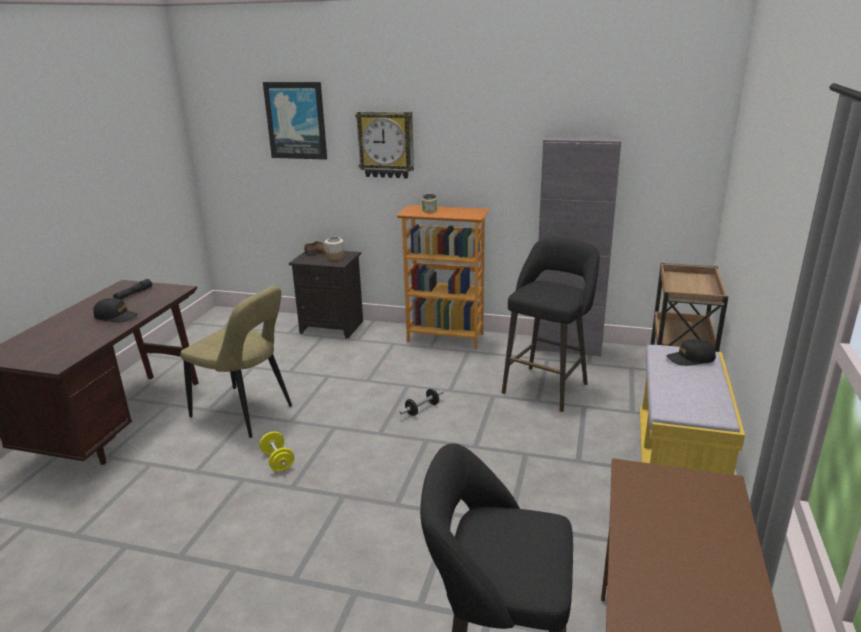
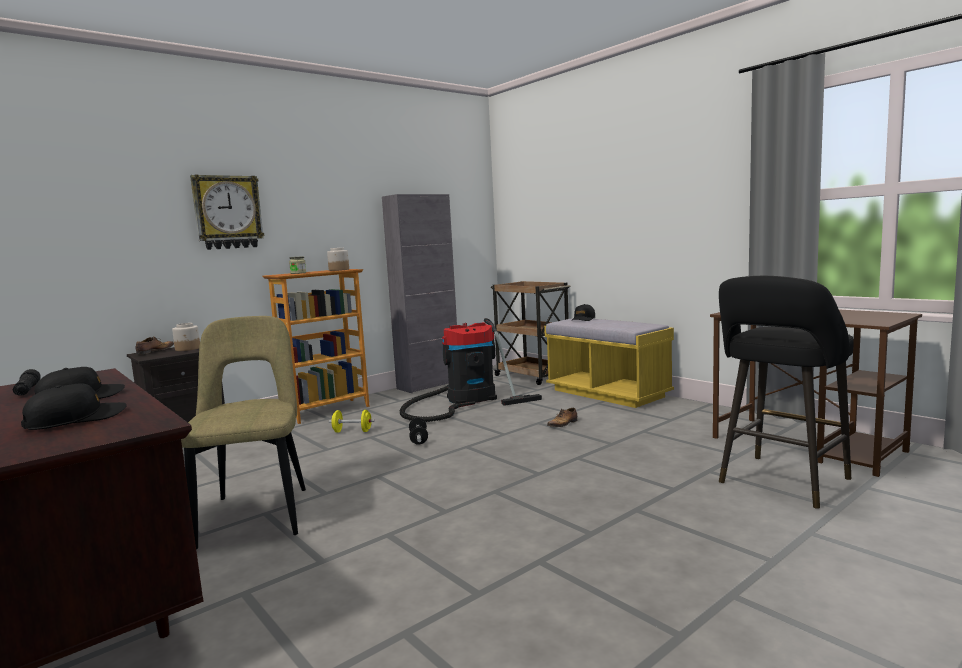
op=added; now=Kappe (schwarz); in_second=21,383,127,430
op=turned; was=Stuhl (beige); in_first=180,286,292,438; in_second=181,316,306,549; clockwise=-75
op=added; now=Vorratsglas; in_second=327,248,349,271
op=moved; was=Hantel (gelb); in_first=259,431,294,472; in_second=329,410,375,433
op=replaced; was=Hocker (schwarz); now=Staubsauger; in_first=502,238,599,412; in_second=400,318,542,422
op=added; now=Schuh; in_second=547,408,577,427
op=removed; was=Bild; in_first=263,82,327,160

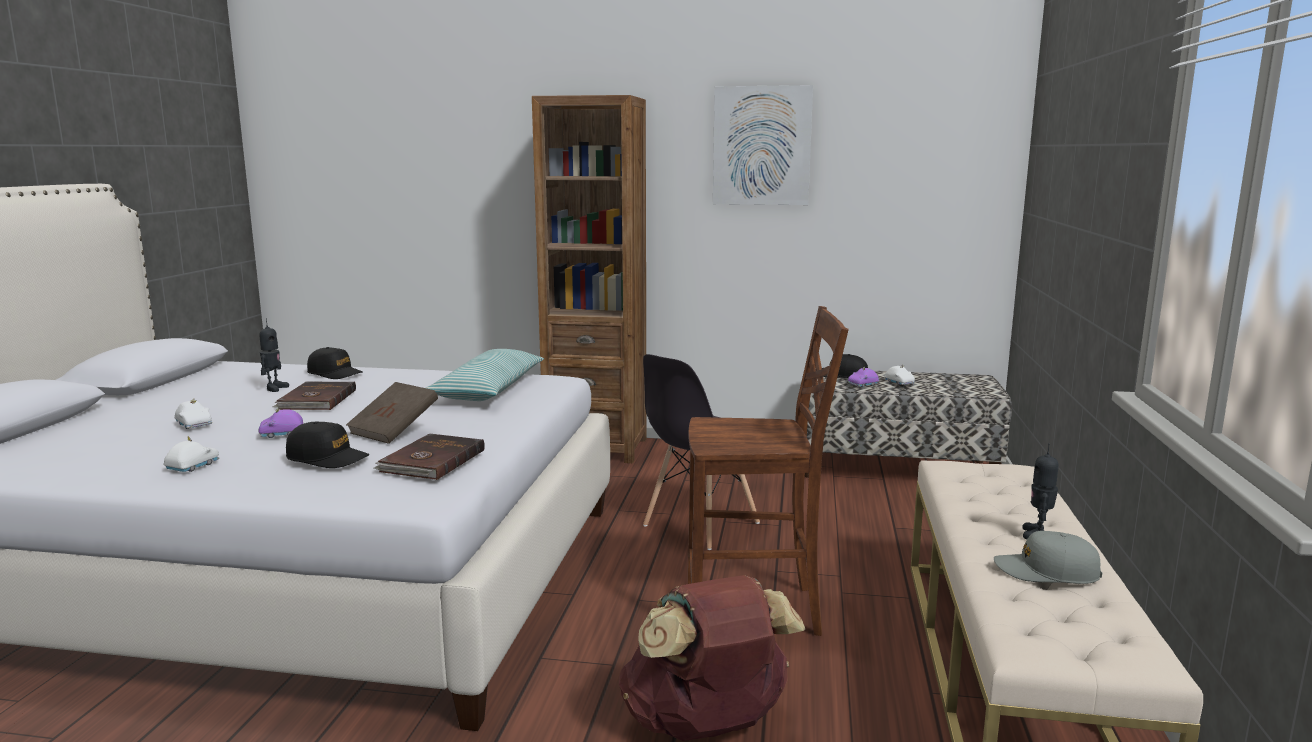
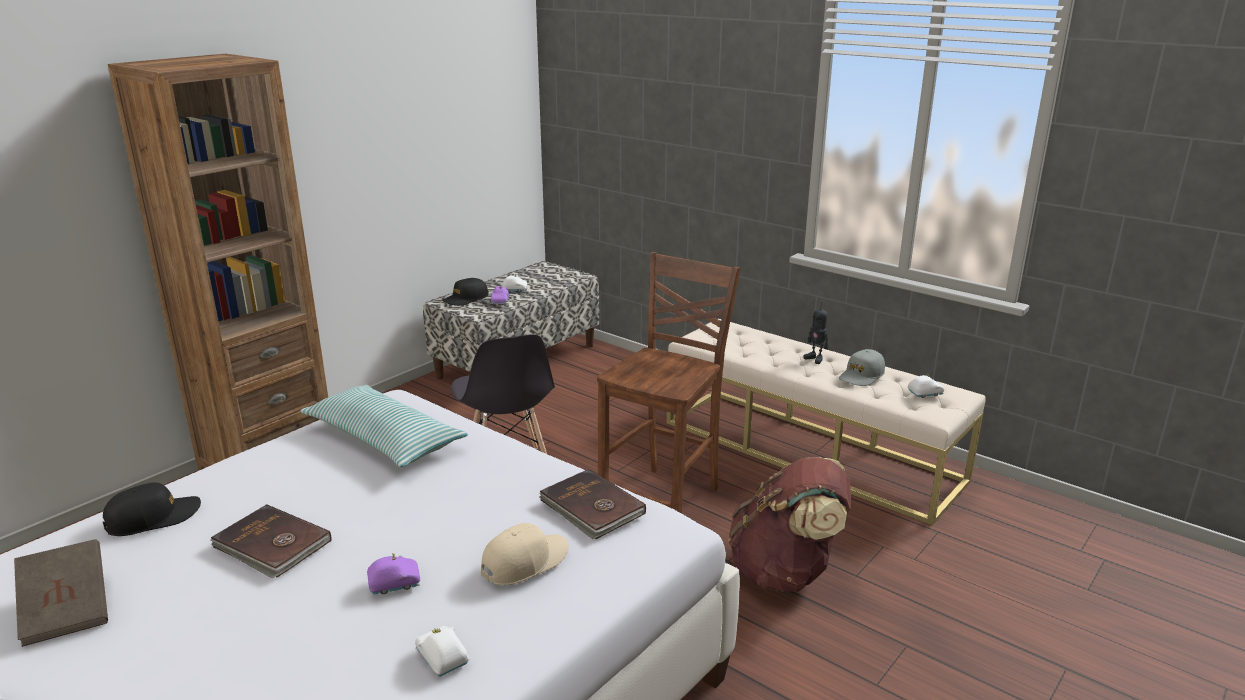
op=moved; was=Buch (braun); in_first=346,382,438,444; in_second=14,539,108,647
op=turned; was=Spielzeugauto (lila); in_first=258,408,303,438; in_second=367,553,420,594; clockwise=-120
op=recoloured; was=Kappe (schwarz); now=Kappe (beige); in_first=286,421,369,468; in_second=481,523,569,585
op=moved; was=Spielzeugauto (weiß); in_first=174,400,212,429; in_second=907,374,944,398
op=removed; was=Spielzeugroboter; in_first=259,318,289,392
op=removed; was=Bild; in_first=713,85,813,205

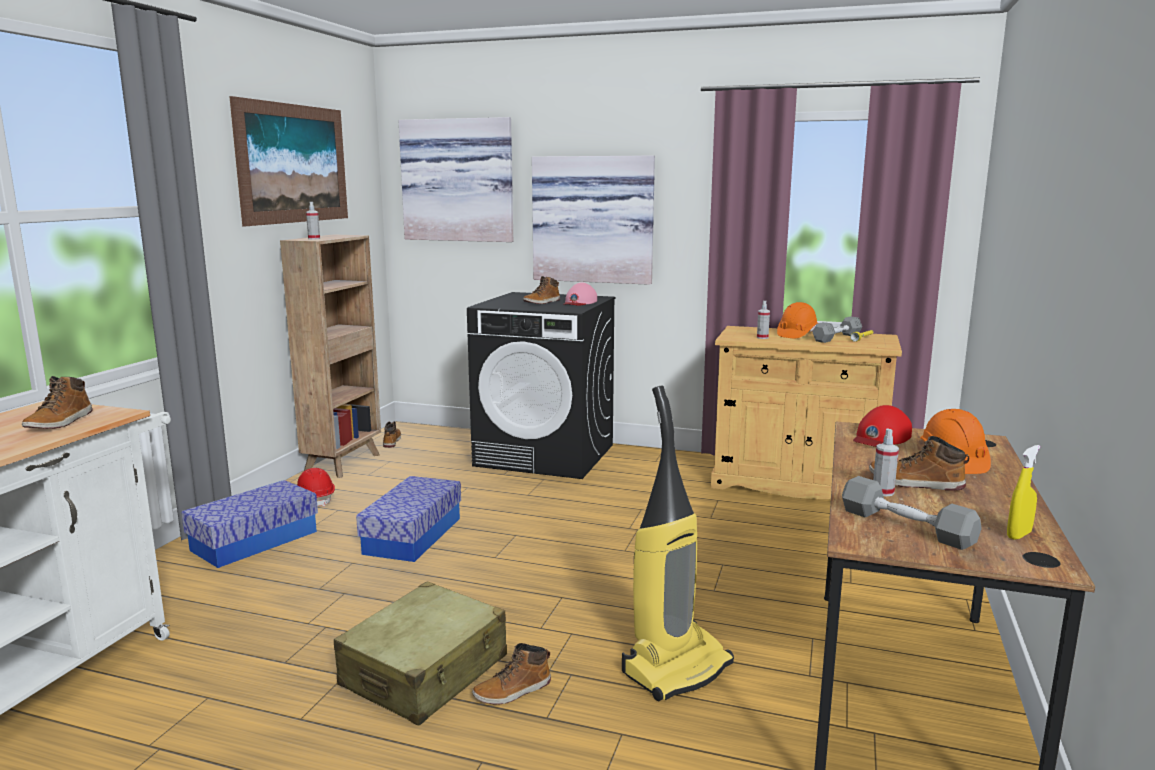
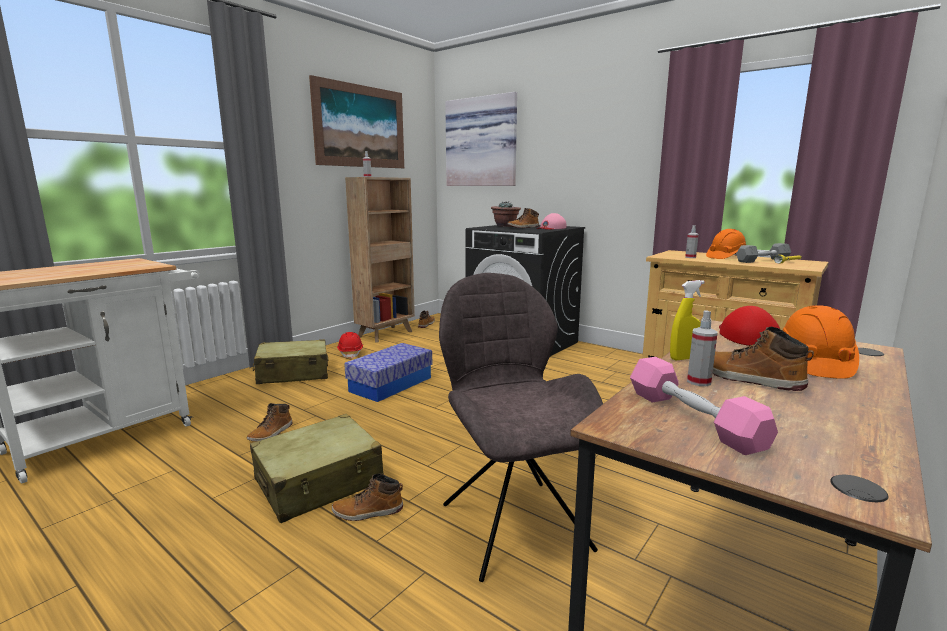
op=moved; was=Stiefel; in_first=22,376,93,429; in_second=247,403,293,442
op=replaced; was=Aufbewahrungsbox; now=Koffer (beige); in_first=181,480,318,568; in_second=253,339,328,384
op=replaced; was=Staubsauger; now=Stuhl (grau); in_first=622,385,734,701; in_second=439,273,603,582
op=added; now=Topfpflanze; in_second=491,202,521,227
op=recoloured; was=Hantel (grau); now=Hantel (rosa); in_first=842,476,982,550; in_second=630,357,778,455
op=moved; was=Sprühflasche (gelb); in_first=1007,445,1040,540; in_second=670,280,705,360
op=turned; was=Kappe (rot); in_first=853,405,912,447; in_second=719,306,780,346; clockwise=120
op=removed; was=Bild; in_first=532,156,655,285

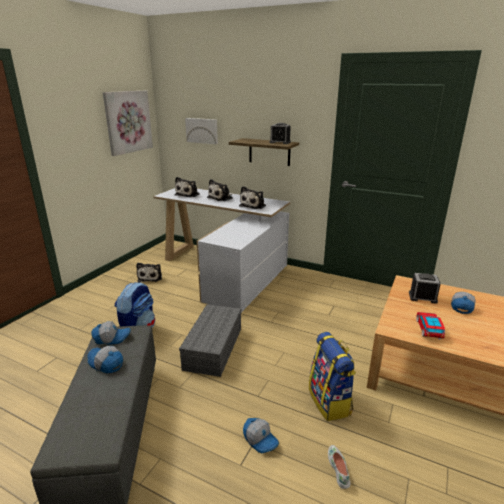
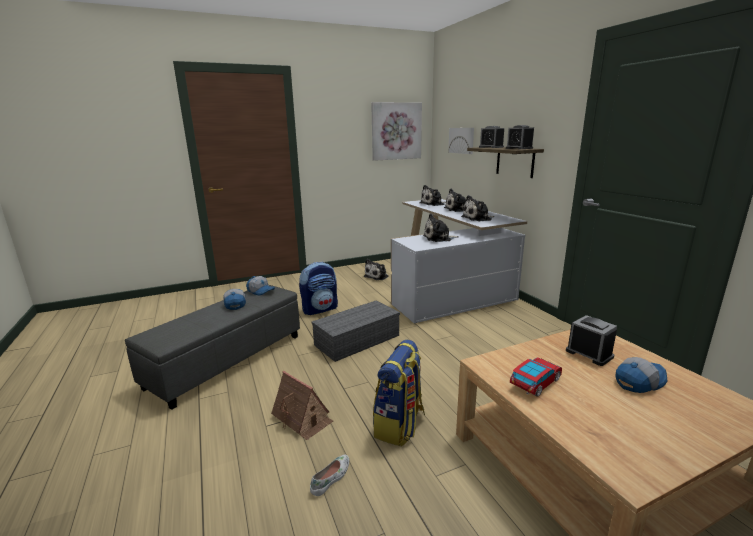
op=replaced; was=Kappe; now=Spielzeughaus; in_first=243,418,279,453; in_second=271,371,333,440
op=added; now=Plüschtier; in_second=423,214,459,242
op=added; now=Wecker; in_second=479,126,504,148

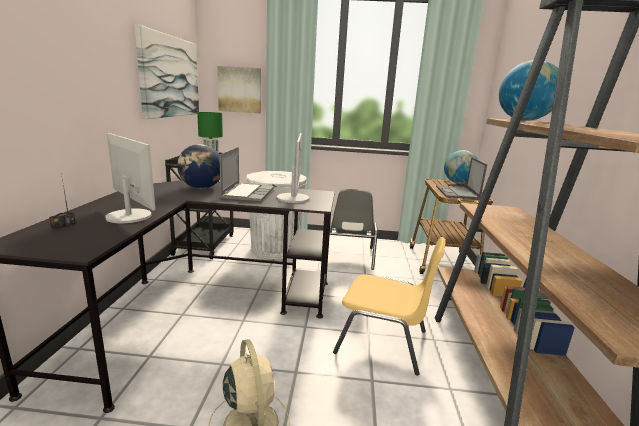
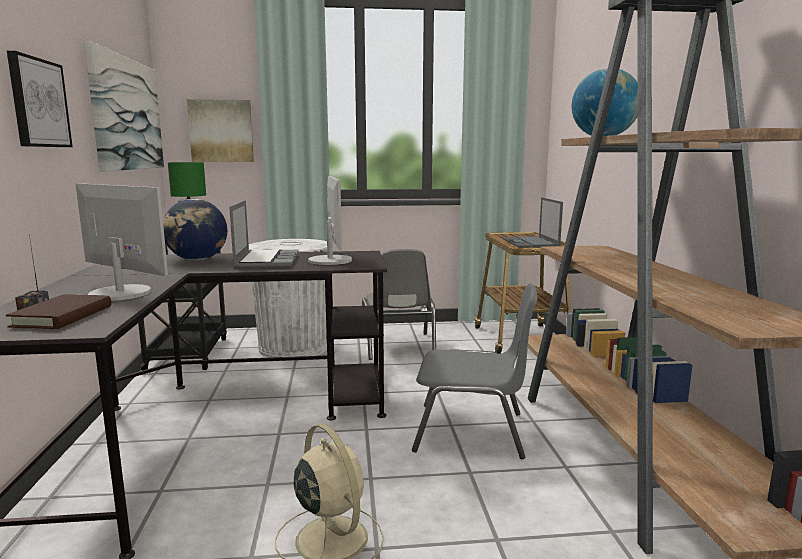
op=added; now=Buch (braun); in_second=6,294,112,329
op=added; now=Bild; in_second=7,51,73,147
op=recoloured; was=Stuhl (gelb); now=Stuhl (grau); in_first=333,237,446,376; in_second=412,283,537,459
op=removed; was=Globus; in_first=444,150,478,184

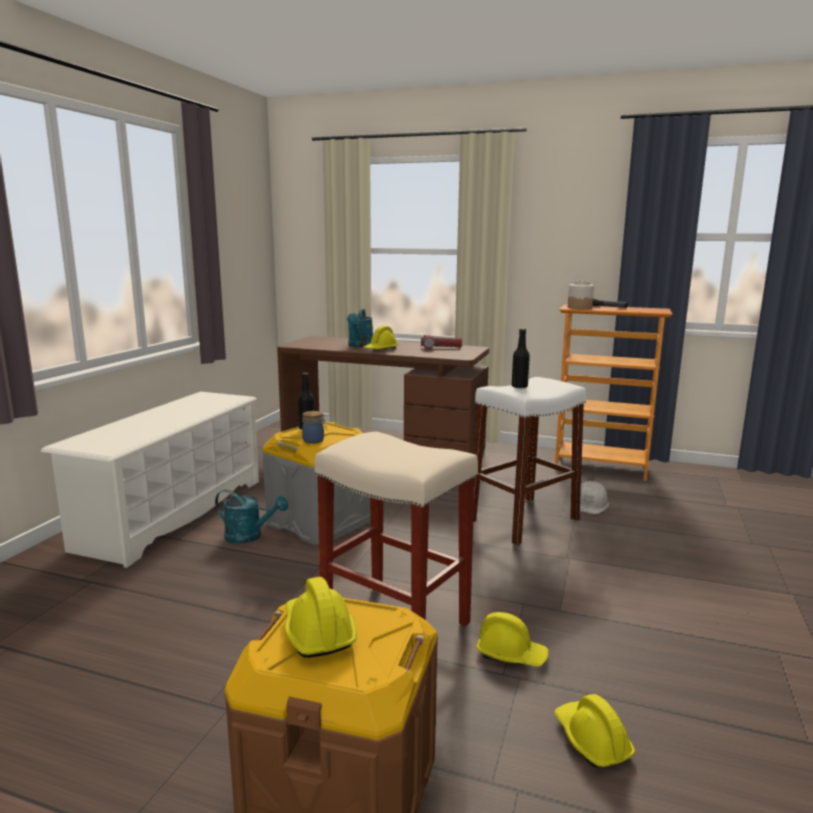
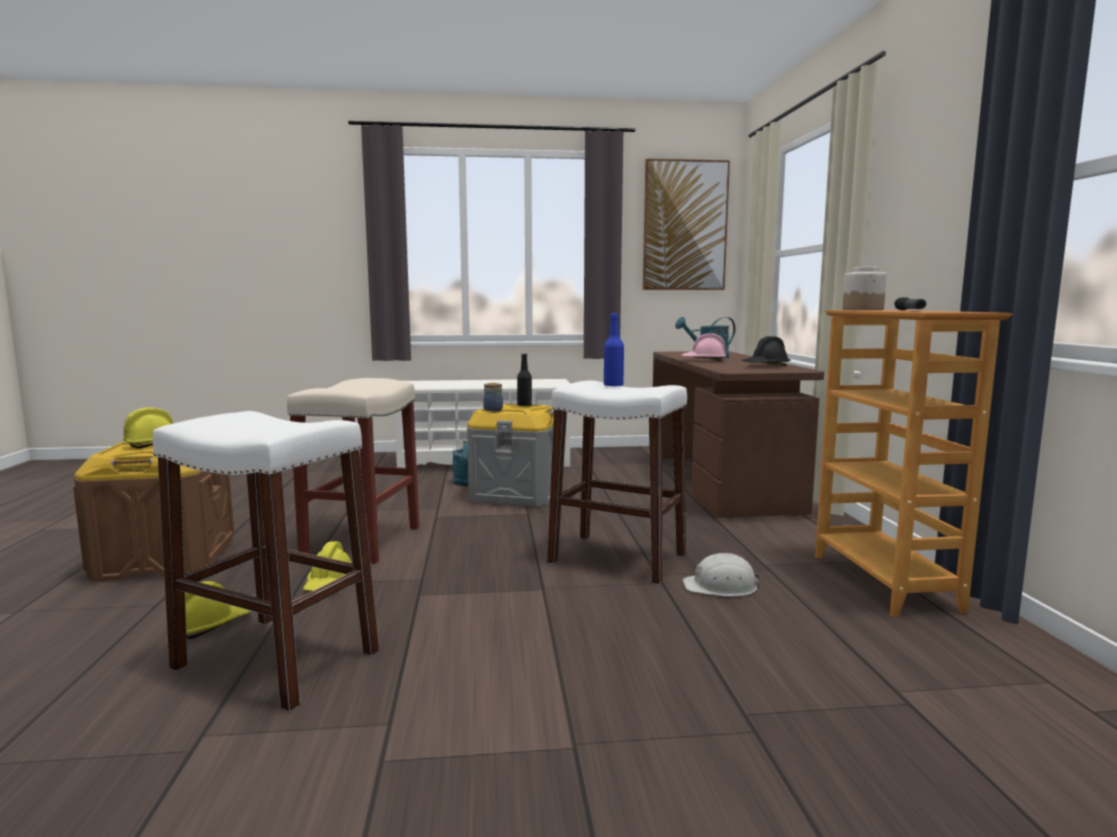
op=added; now=Hocker (weiß); in_second=153,411,379,712
op=recoloured; was=Flasche (schwarz); now=Flasche (blau); in_first=512,328,530,388; in_second=604,313,624,386
op=added; now=Bild; in_second=643,159,730,290
op=recoloured; was=Schutzhelm (gelb); now=Schutzhelm (rosa); in_first=363,326,399,349; in_second=681,333,726,361
op=replaced; was=Taschenlampe; now=Schutzhelm (schwarz); in_first=421,335,462,348; in_second=741,336,790,366

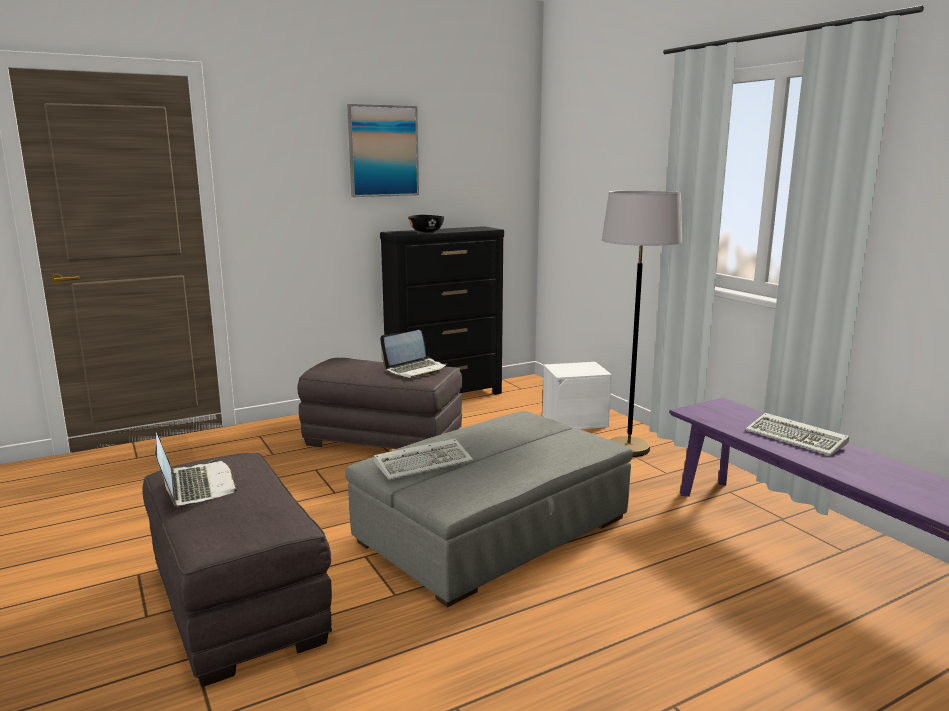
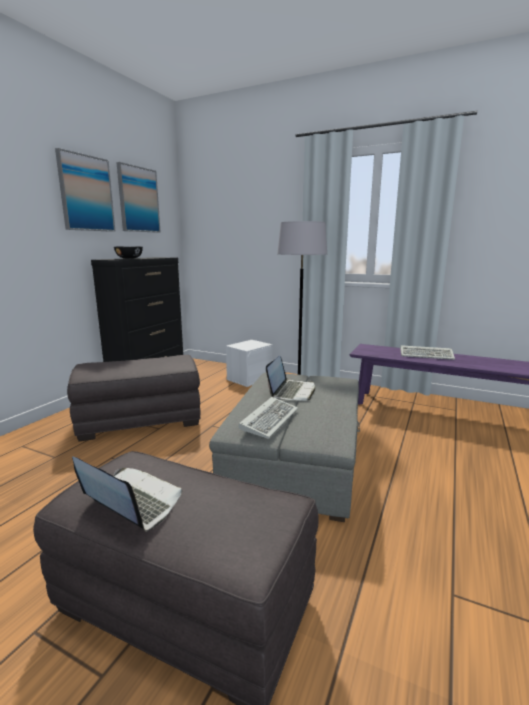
op=added; now=Bild; in_second=116,162,161,233
op=moved; was=Laptop; in_first=380,330,447,378; in_second=266,356,315,401

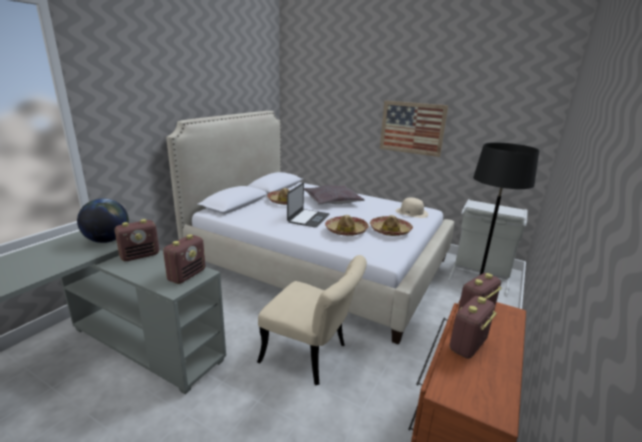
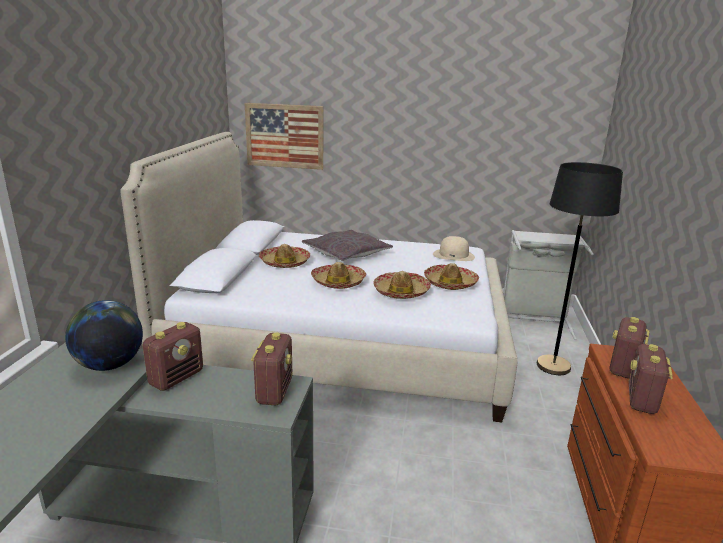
op=moved; was=Bild; in_first=380,101,448,157; in_second=245,103,324,170
op=replaced; was=Laptop; now=Hut; in_first=287,182,329,227; in_second=311,262,367,289
op=removed; was=Stuhl (beige); in_first=257,255,367,385

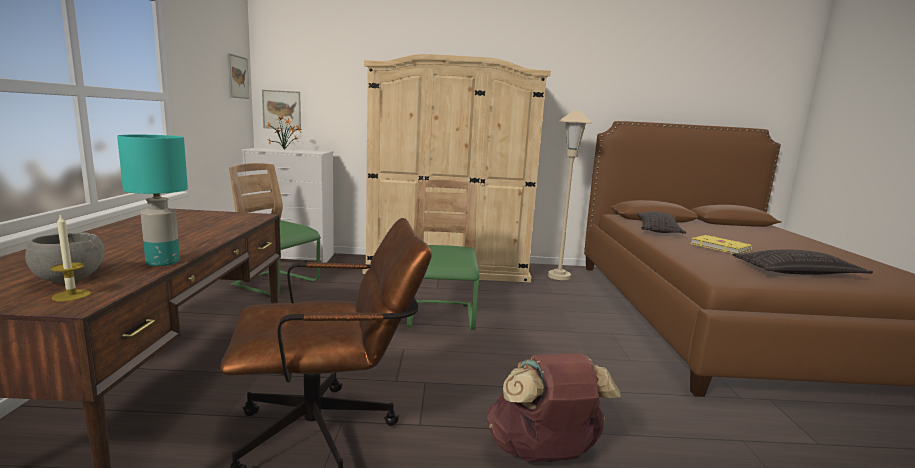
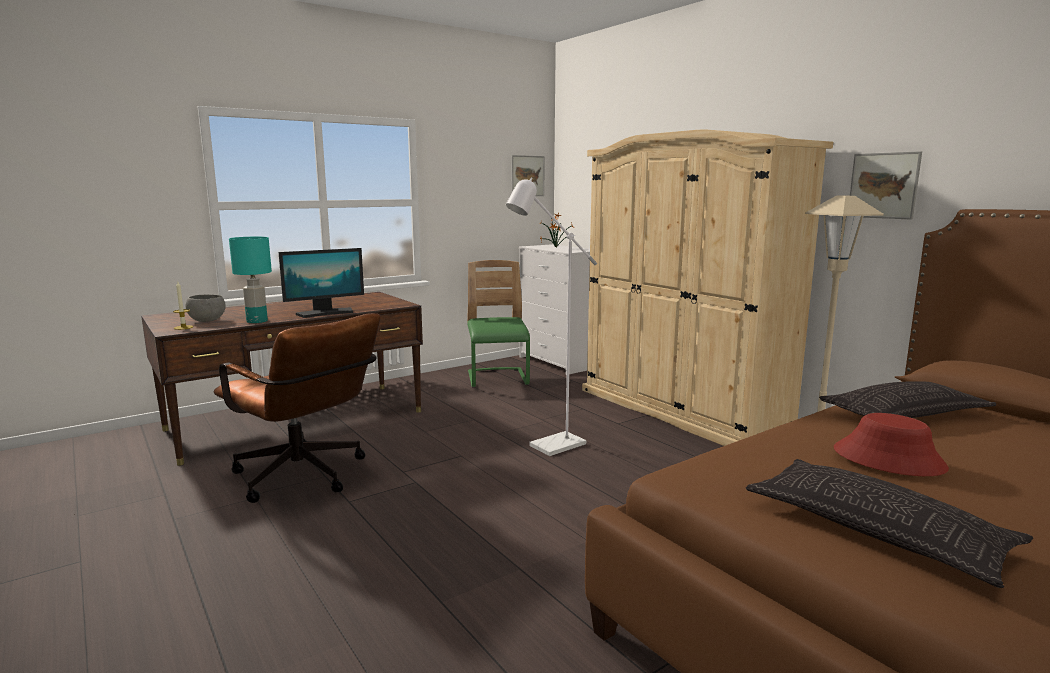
op=added; now=Monitor; in_second=279,248,364,318
op=replaced; was=Stuhl (grün); now=Stehlampe (weiß); in_first=407,179,479,330; in_second=506,177,597,456
op=replaced; was=Buch (gelb); now=Hut (rot); in_first=690,235,752,254; in_second=834,413,949,476
op=moved; was=Bild; in_first=262,90,301,130; in_second=850,151,922,220
op=removed; was=Rucksack (braun); in_first=487,353,621,462

